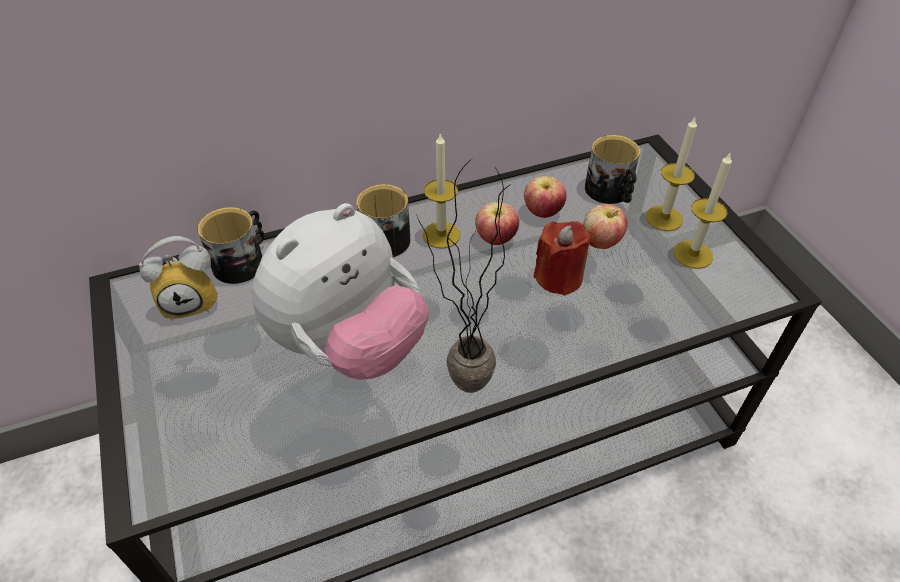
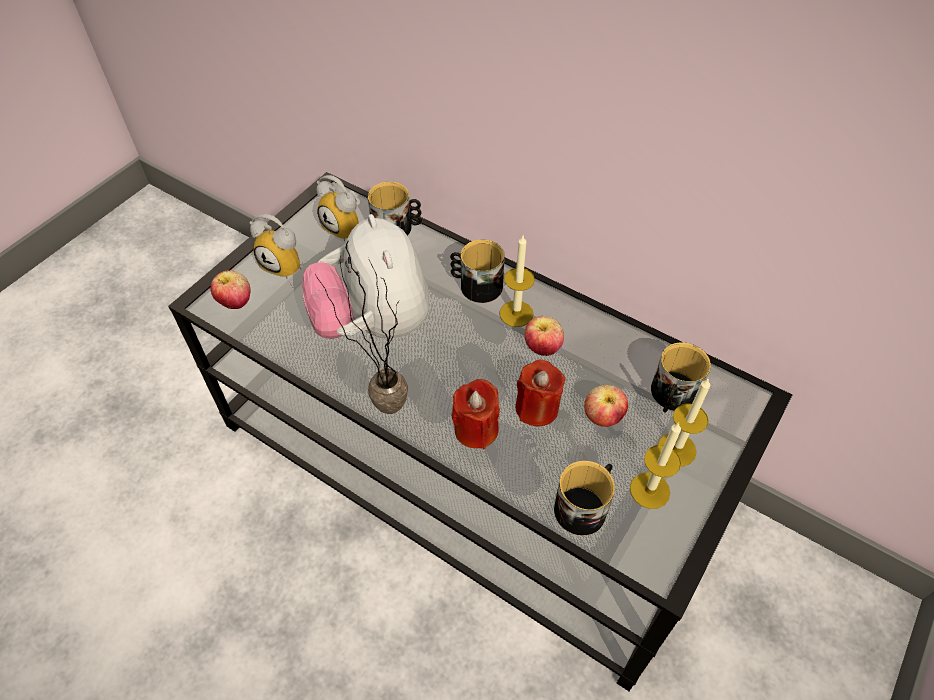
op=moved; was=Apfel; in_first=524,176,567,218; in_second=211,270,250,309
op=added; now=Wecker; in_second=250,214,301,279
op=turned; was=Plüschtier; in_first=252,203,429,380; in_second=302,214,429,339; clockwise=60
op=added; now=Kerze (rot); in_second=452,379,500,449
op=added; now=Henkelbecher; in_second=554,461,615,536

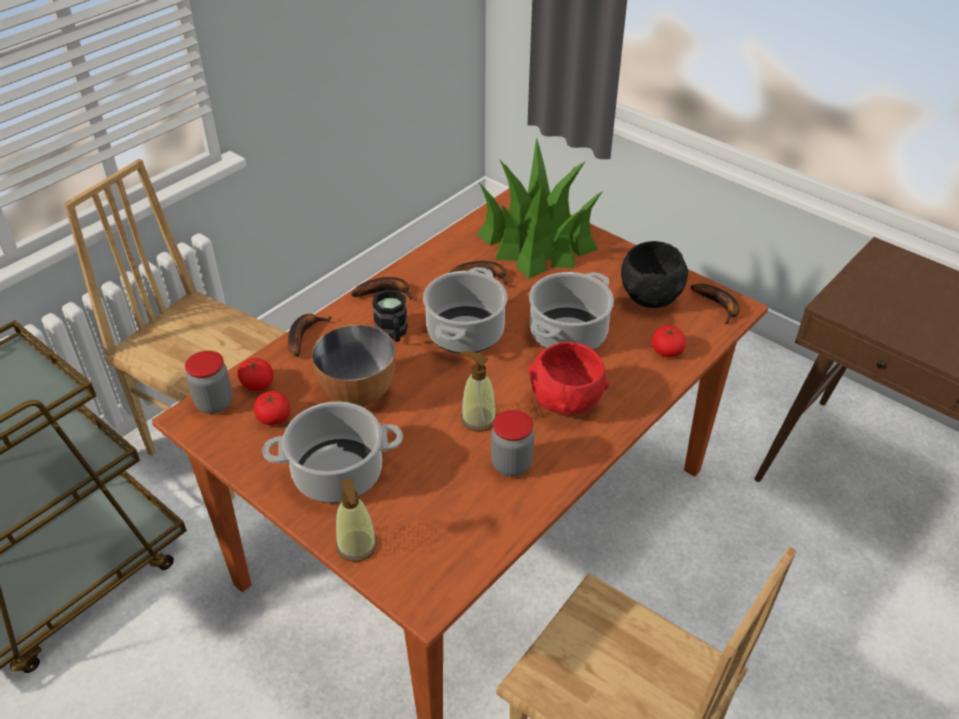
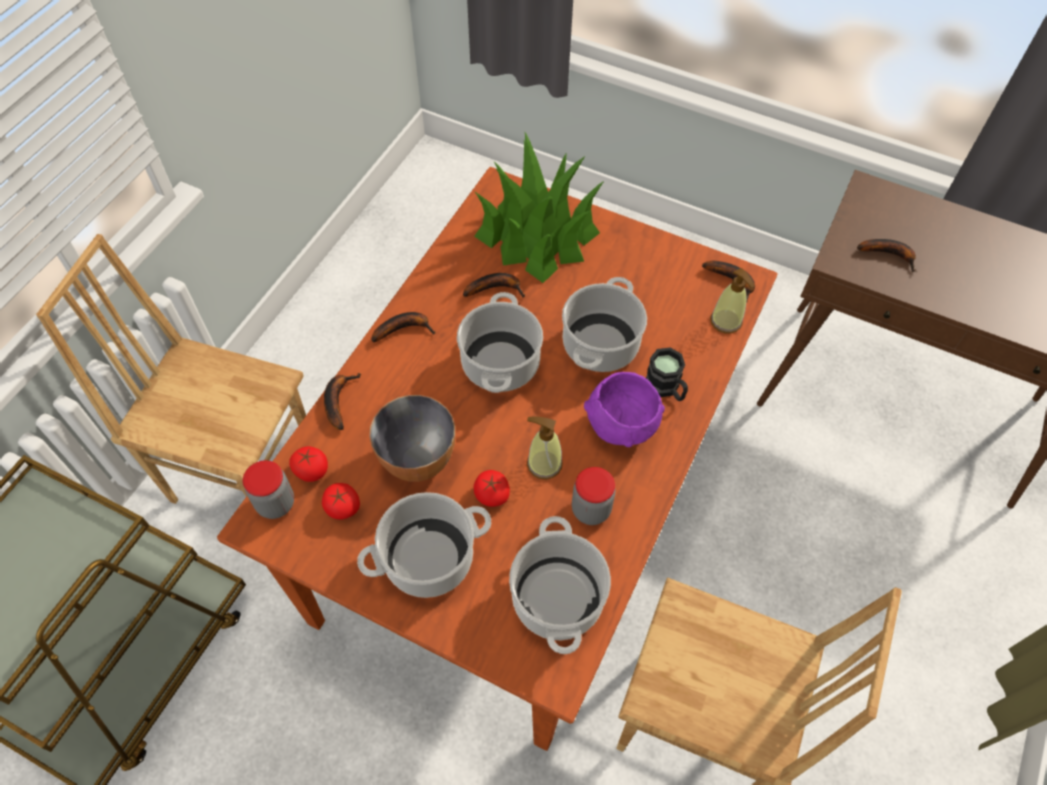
op=moved; was=Tomate; in_first=652,326,686,357; in_second=474,470,510,507
op=added; now=Kochtopf; in_second=509,516,611,654
op=recoloured; was=Schüssel (rot); now=Schüssel (lila); in_first=528,342,609,415; in_second=584,372,665,447
op=moved; was=Henkelbecher (schwarz); in_first=372,290,408,342; in_second=646,348,688,401
op=moved; was=Seifenspender; in_first=336,478,377,562; in_second=710,268,754,334
op=added; now=Banane; in_second=857,239,916,272
op=removed; was=Schüssel (schwarz); in_first=621,241,688,308

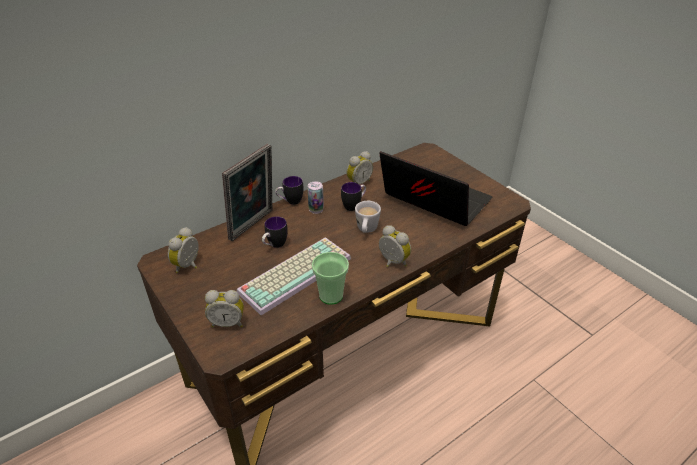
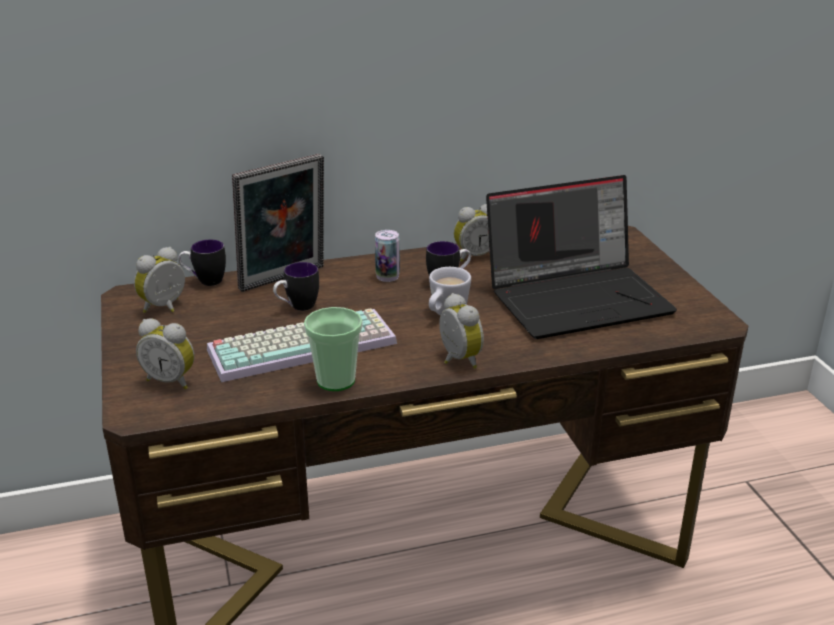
op=moved; was=Henkelbecher; in_first=275,176,303,205; in_second=178,240,226,286
op=turned; was=Laptop; in_first=380,151,492,226; in_second=486,175,677,339; clockwise=105

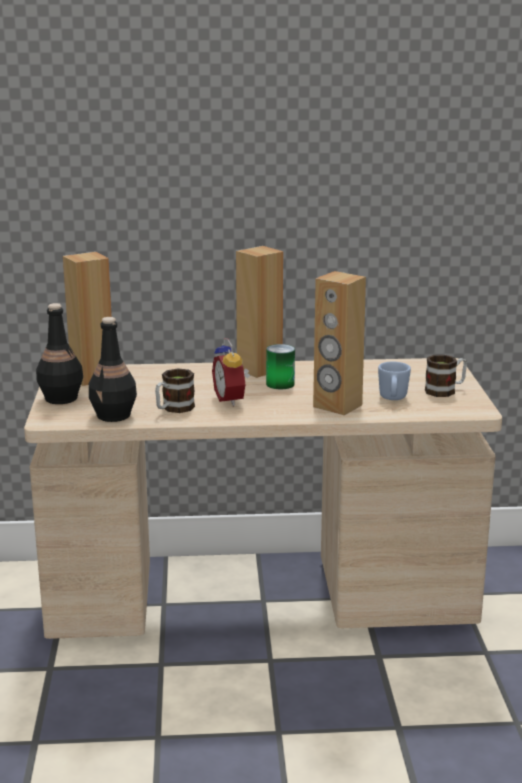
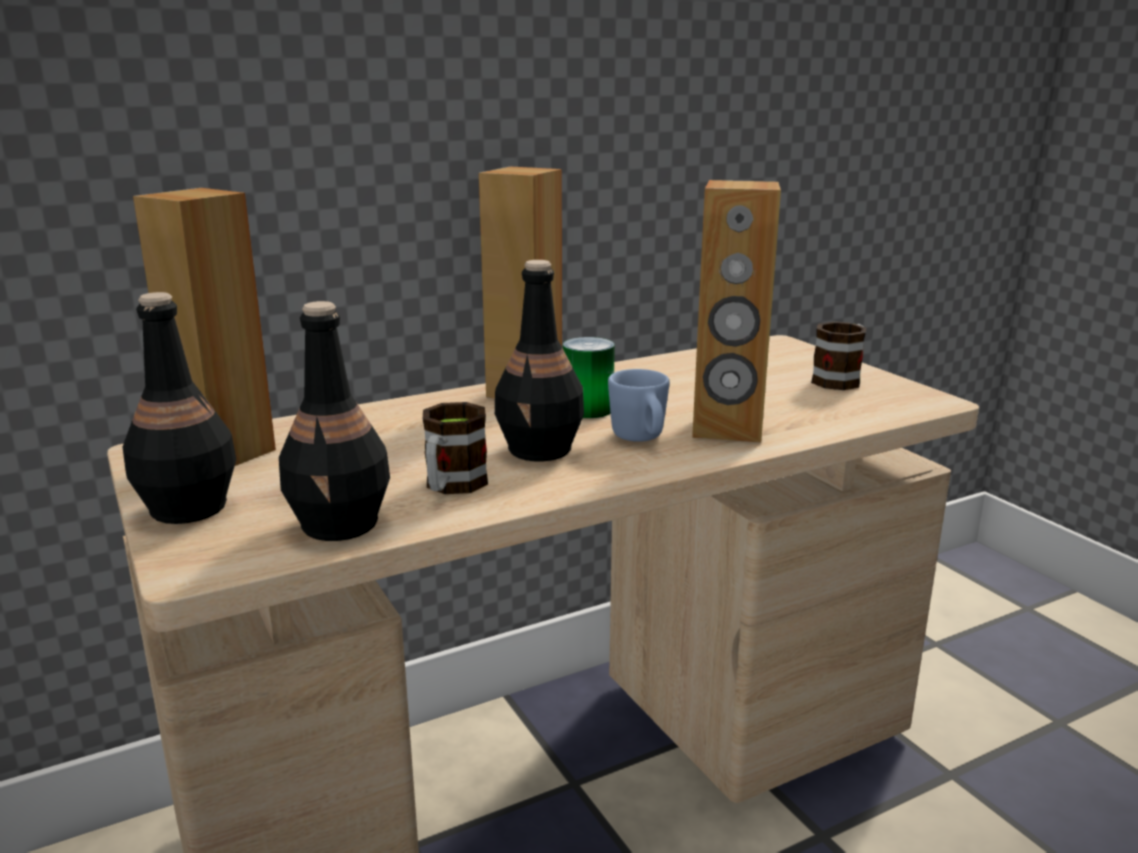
op=replaced; was=Wecker; now=Flasche (schwarz); in_first=212,338,250,406; in_second=495,260,584,461
op=moved; was=Henkelbecher (blau); in_first=378,362,411,400; in_second=608,369,670,442

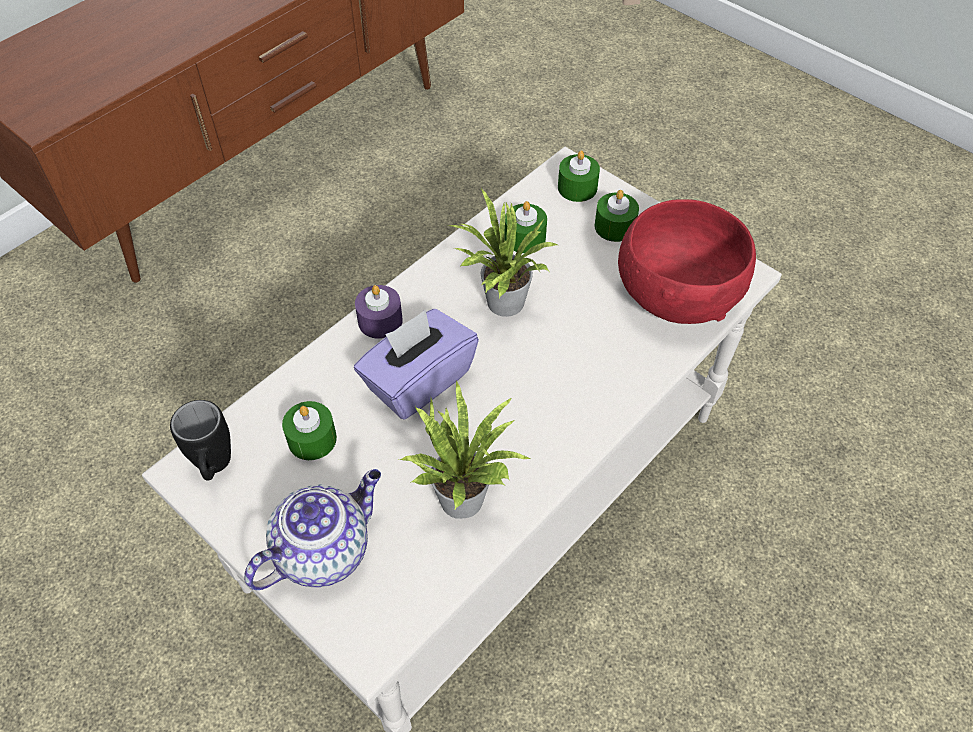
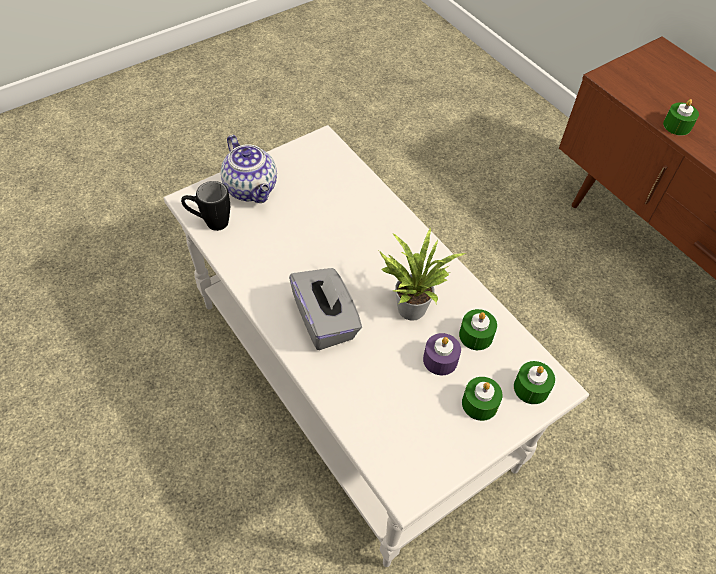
op=moved; was=Henkelbecher (schwarz); in_first=170,400,231,481; in_second=181,181,230,231
op=added; now=Taschentuchbox (grau); in_second=289,268,362,350
op=moved; was=Kerze (lila); in_first=355,285,403,339; in_second=423,333,461,375
op=moved; was=Kerze (grün); in_first=282,401,337,460; in_second=663,99,699,136
op=removed; was=Taschentuchbox (lila); in_first=354,309,479,420
op=removed; was=Topfpflanze; in_first=399,381,532,519
op=removed; was=Schüssel (rot); in_first=618,199,756,324

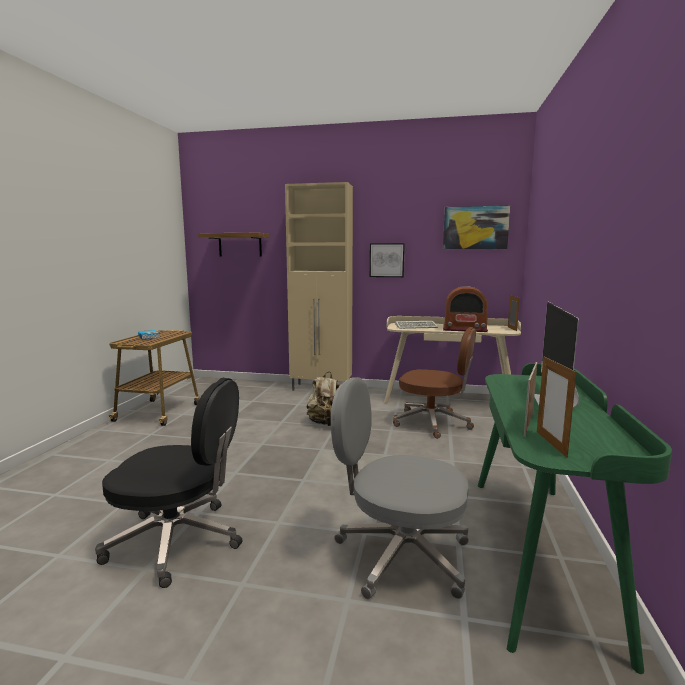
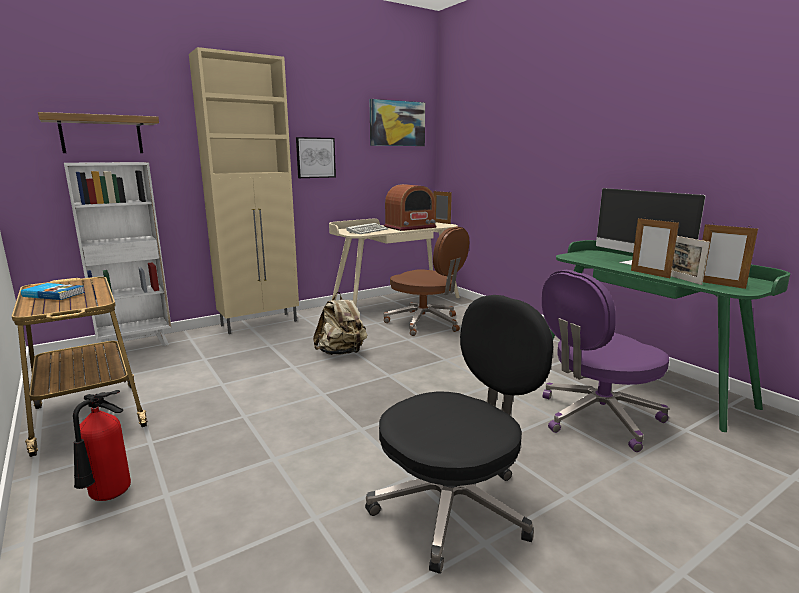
op=added; now=Bücherregal (weiß); in_second=64,162,172,357
op=added; now=Feuerlöscher; in_second=73,390,131,501
op=turned; was=Bürostuhl (braun); in_first=393,327,476,439; in_second=384,227,469,336; clockwise=60
op=recoloured; was=Bürostuhl (grau); now=Bürostuhl (lila); in_first=331,377,469,599; in_second=542,270,669,452
op=added; now=Bilderrahmen; in_second=631,218,679,278

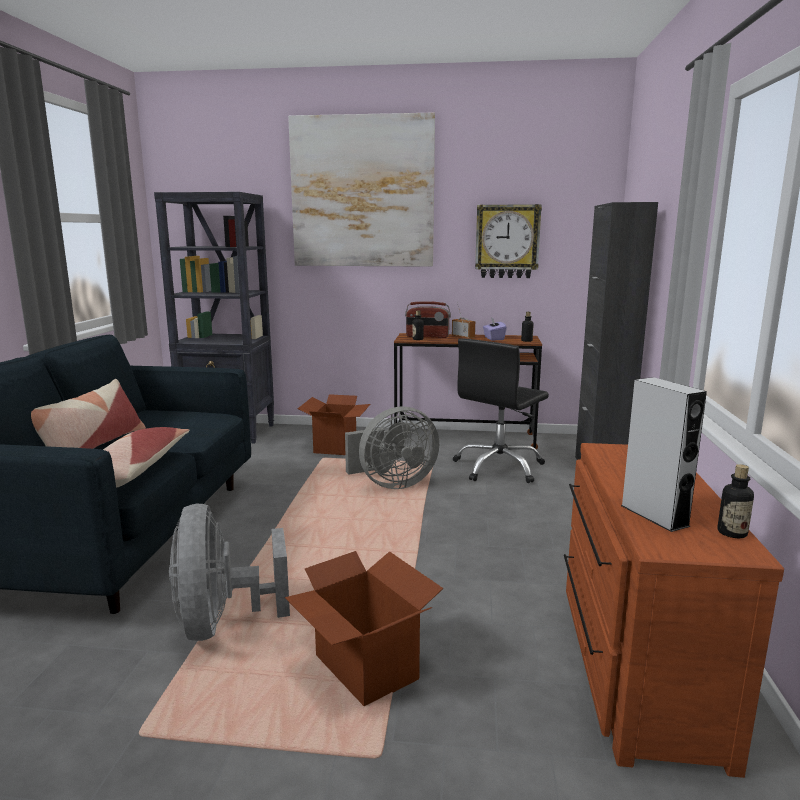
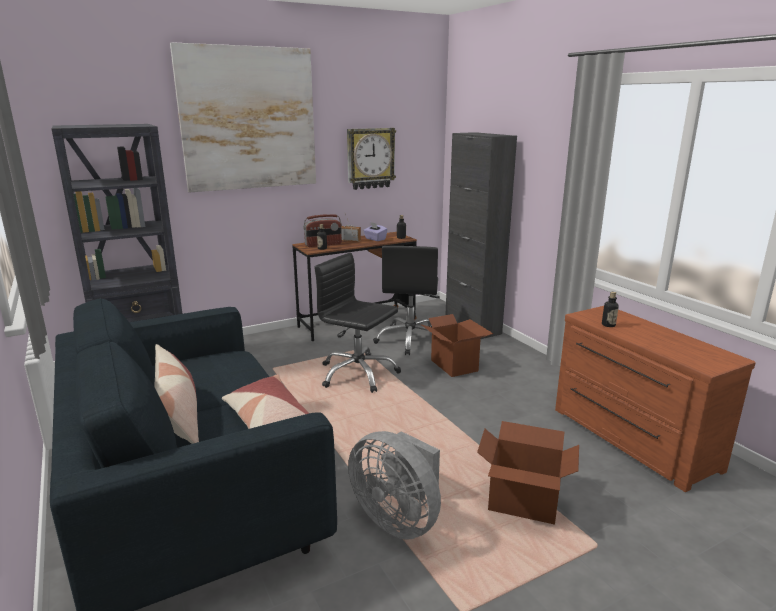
op=replaced; was=Ventilator (grau); now=Bürostuhl (schwarz); in_first=345,406,439,489; in_second=314,253,401,393
op=moved; was=Karton; in_first=298,394,370,455; in_second=420,314,493,377
op=moved; was=Flasche; in_first=718,464,754,538; in_second=602,292,619,327
op=removed; was=Lautsprecher (grau); in_first=621,377,707,532

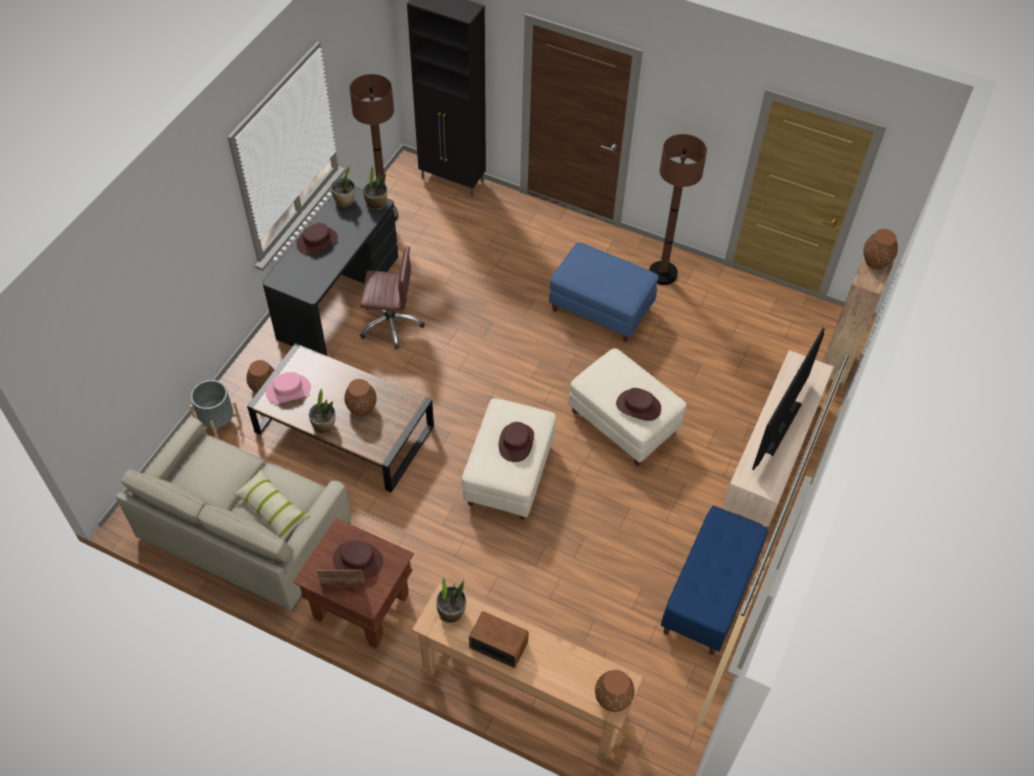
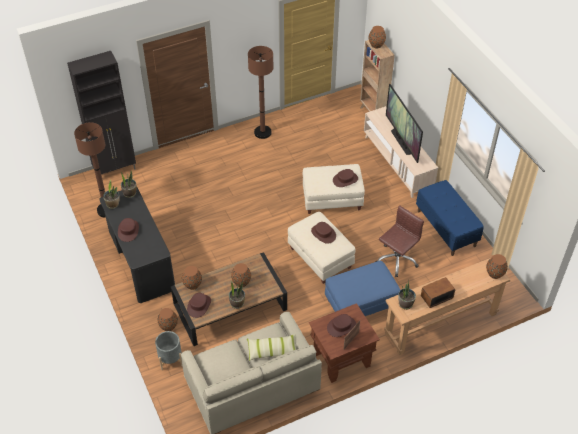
op=added; now=Vase (braun); in_second=182,266,202,290
op=recoloured; was=Hut (rosa); now=Hut (braun); in_first=266,372,311,403; in_second=187,293,211,318
op=moved; was=Polsterhocker (blau); in_first=549,242,658,343; in_second=325,261,400,316
op=moved; was=Bürostuhl (braun); in_first=360,247,425,350; in_second=376,205,424,277

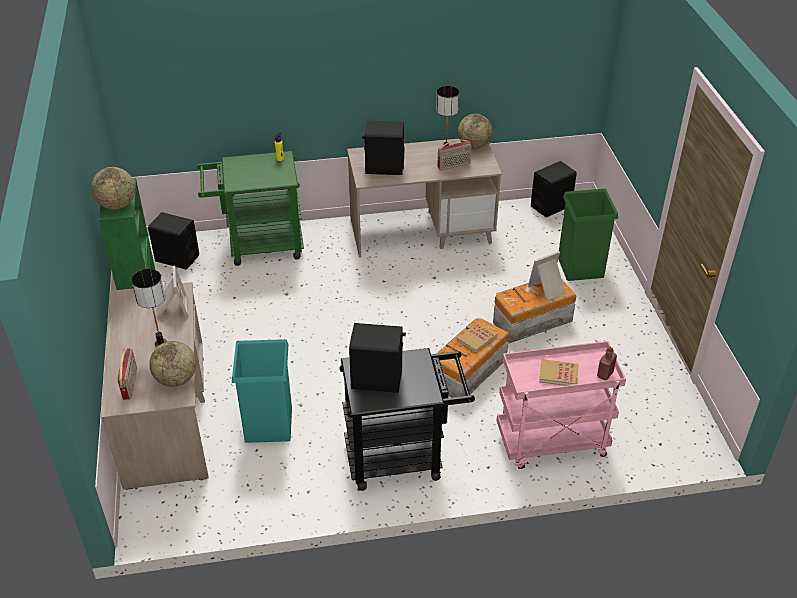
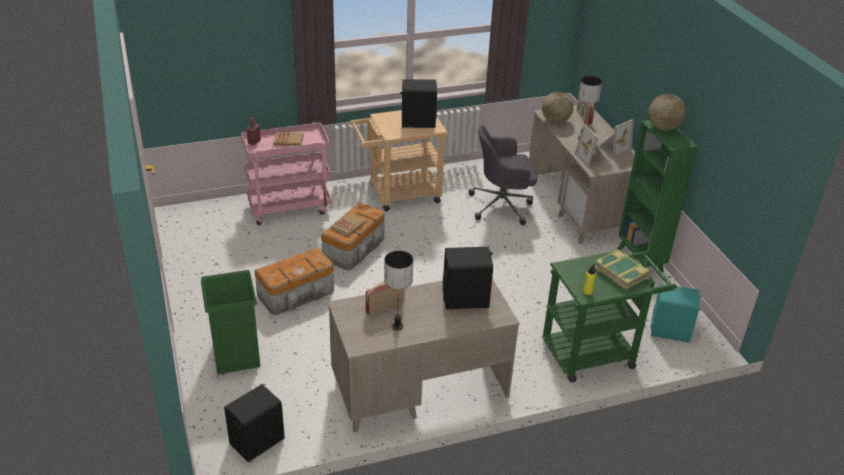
op=recoloured; was=Rollwagen (schwarz); now=Rollwagen (beige); in_first=339,348,475,491; in_second=349,110,448,212
op=replaced; was=Mülleimer (türkis); now=Bürostuhl (grau); in_first=232,339,292,443; in_second=469,125,537,225
op=added; now=Buch; in_second=595,249,651,290
op=moved; was=Bilderrahmen; in_first=528,251,565,300; in_second=599,119,634,158
op=recoloured; was=Lautsprecher (schwarz); now=Lautsprecher (türkis); in_first=148,212,199,270; in_second=650,284,702,343
op=removed; was=Globus; in_first=458,114,492,149

